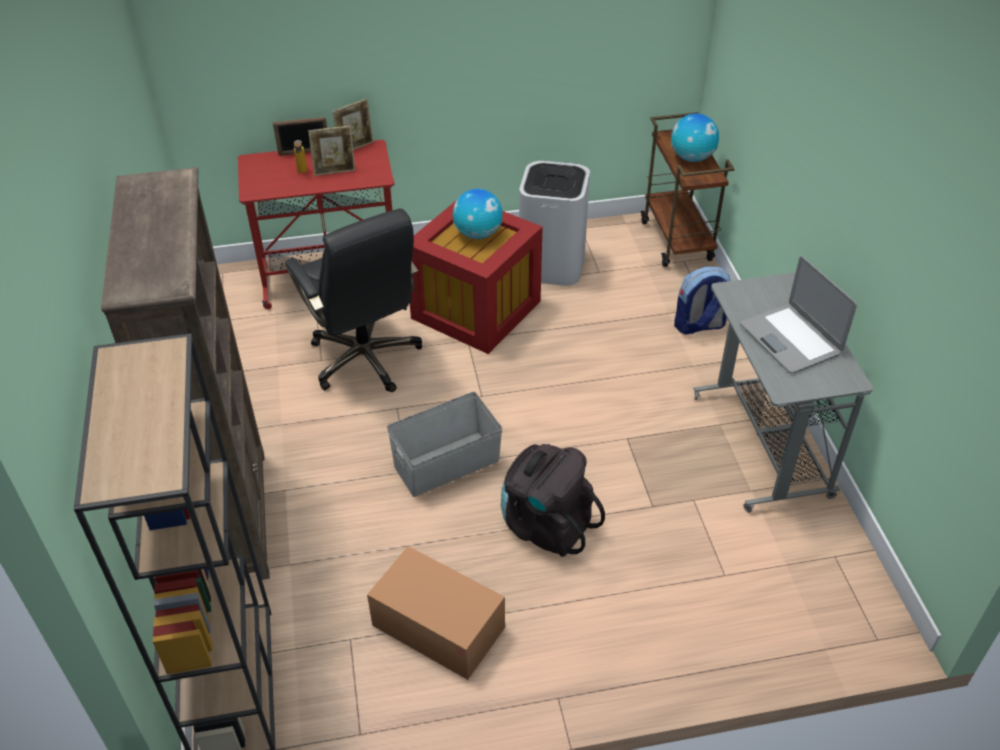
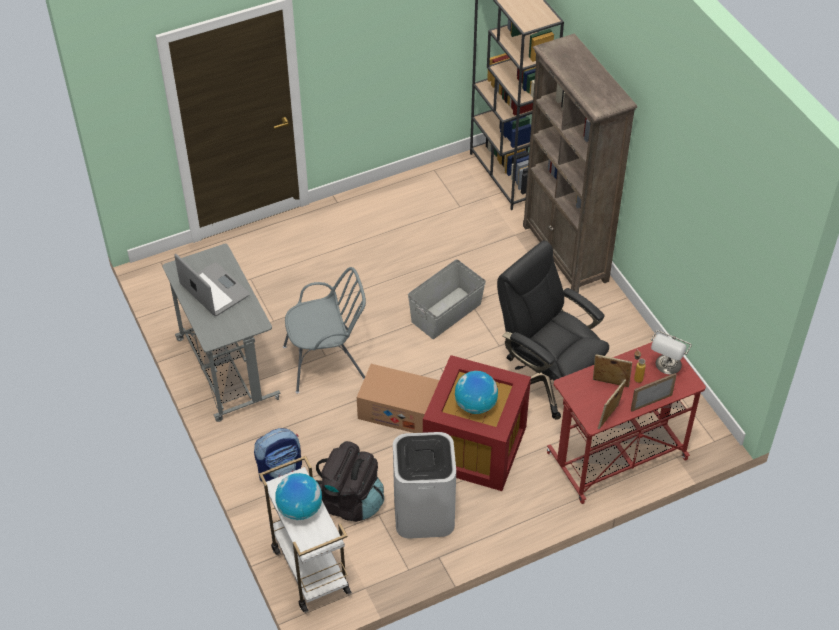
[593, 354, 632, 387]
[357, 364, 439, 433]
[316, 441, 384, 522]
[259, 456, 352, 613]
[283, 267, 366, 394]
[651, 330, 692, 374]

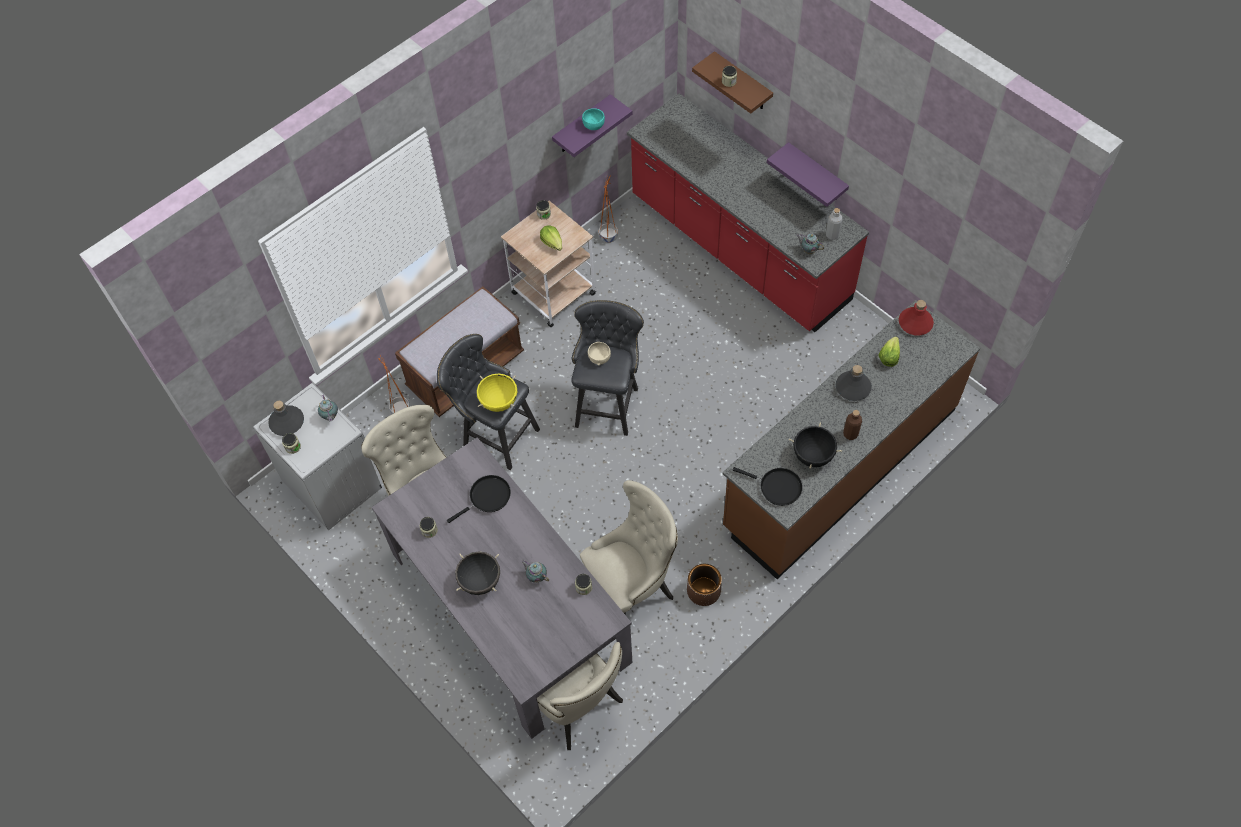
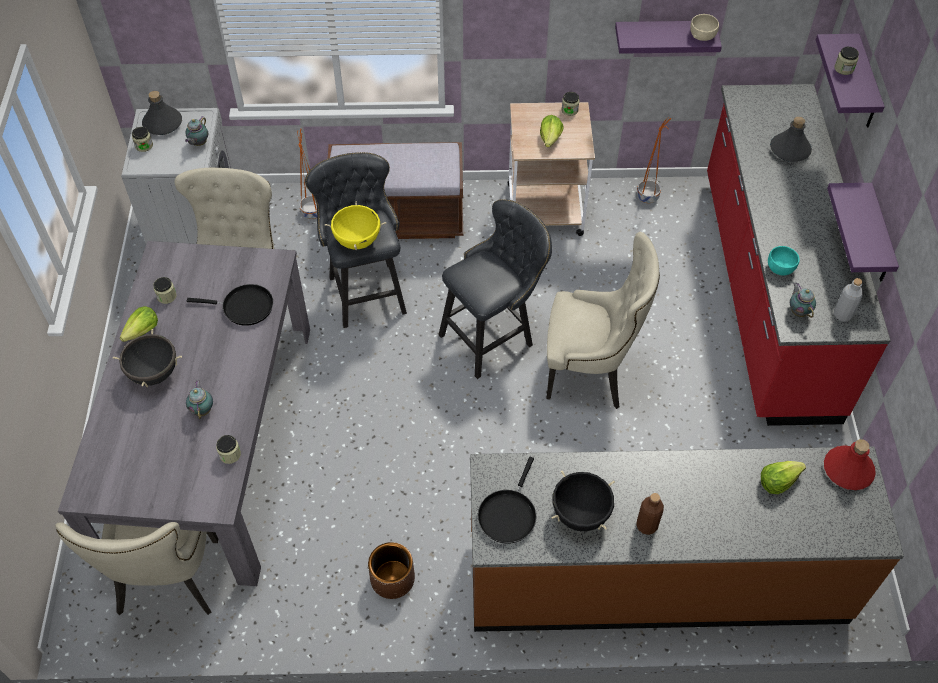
[546, 232, 660, 409]
[768, 246, 800, 275]
[690, 14, 719, 41]
[816, 34, 885, 127]
[478, 457, 536, 544]
[770, 117, 812, 162]
[120, 306, 158, 342]

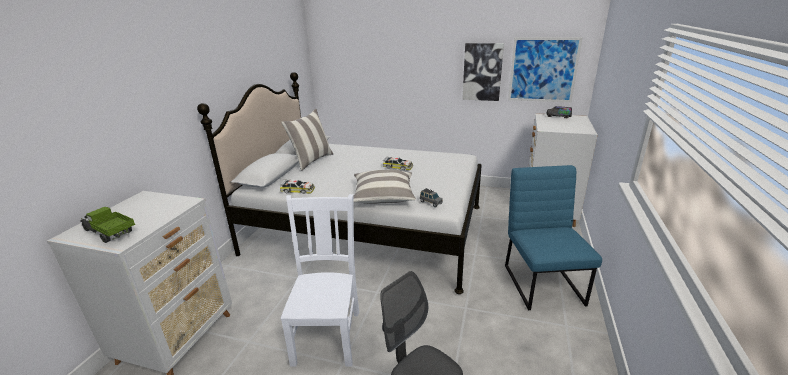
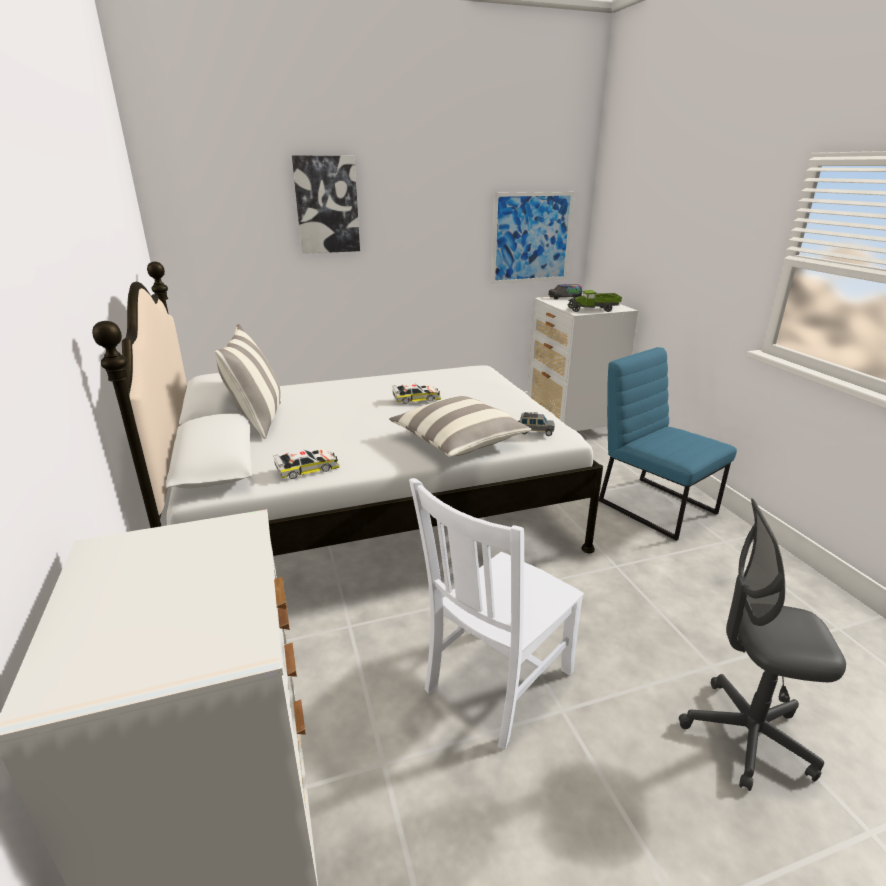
[568, 290, 622, 312]
[409, 478, 584, 750]
[292, 156, 360, 254]

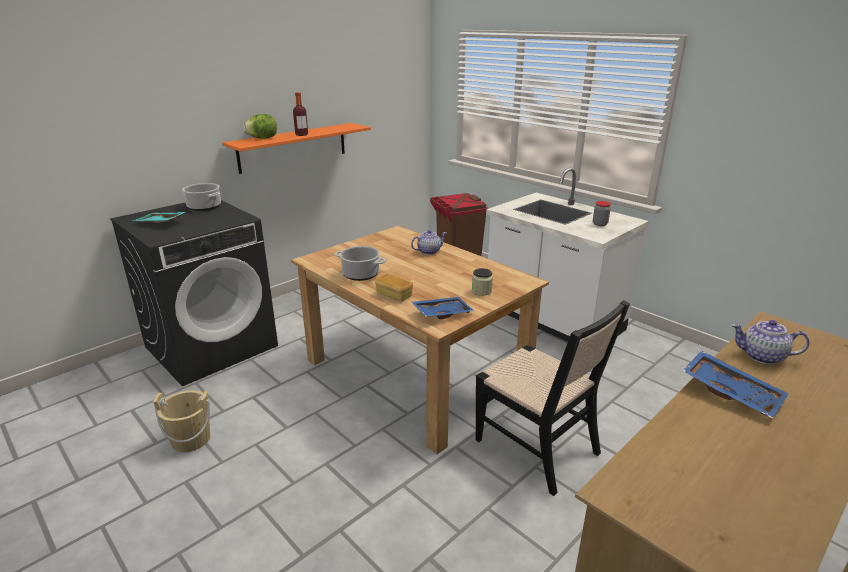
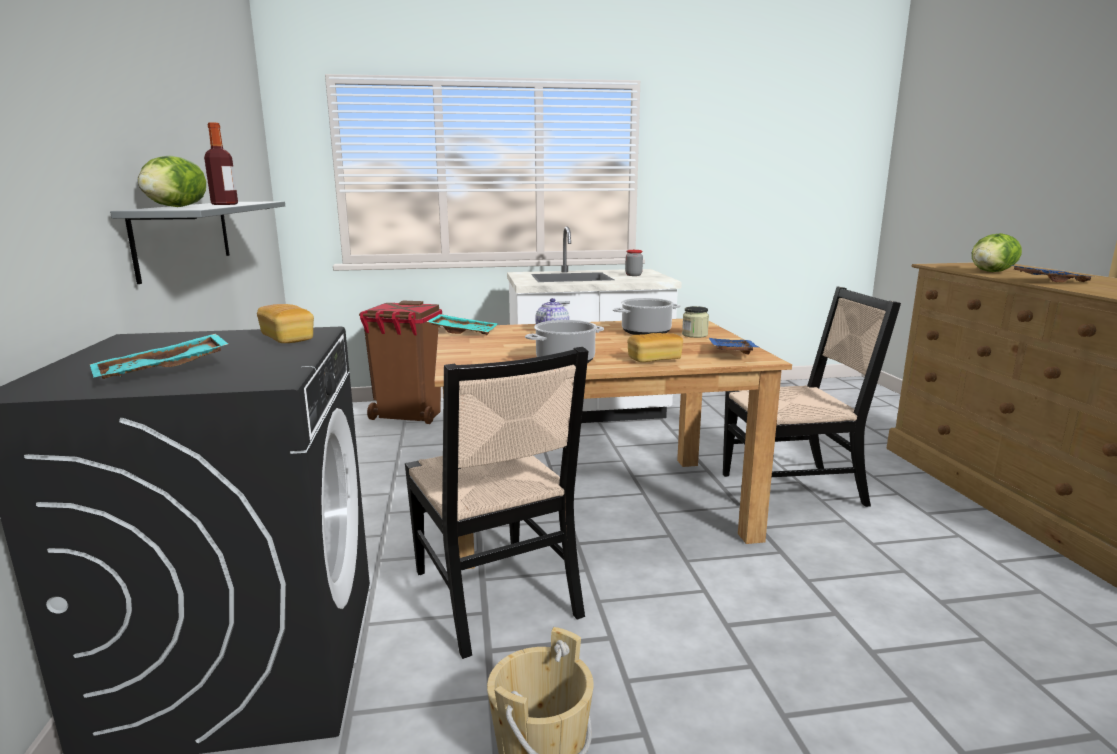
[613, 298, 681, 335]
[110, 201, 285, 284]
[972, 233, 1022, 272]
[257, 304, 314, 343]
[405, 347, 589, 659]
[427, 314, 498, 335]

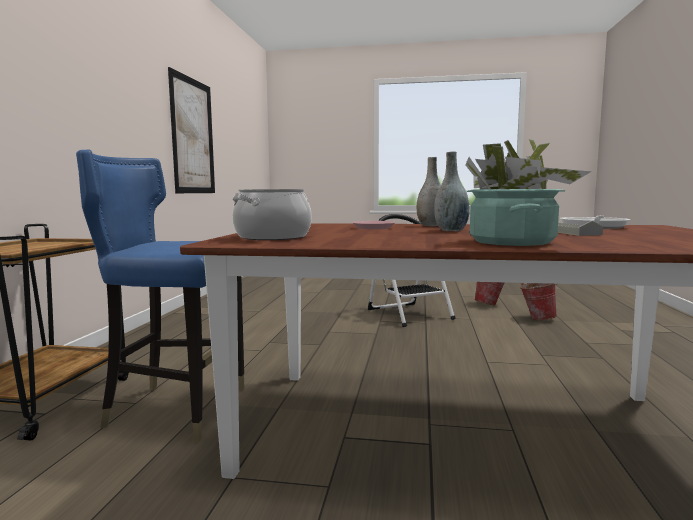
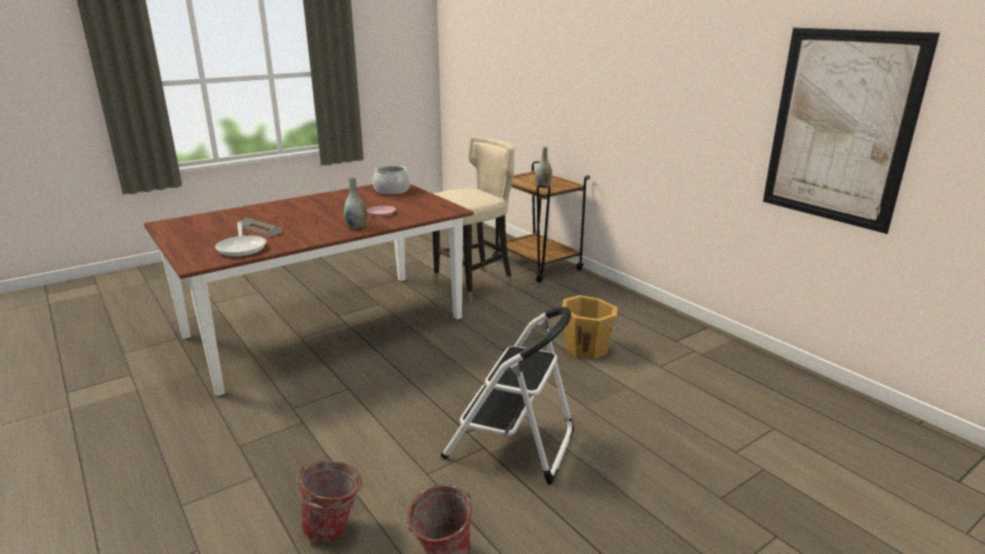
[432, 137, 515, 302]
[535, 147, 552, 186]
[465, 139, 592, 246] (first image)
[562, 295, 619, 359]

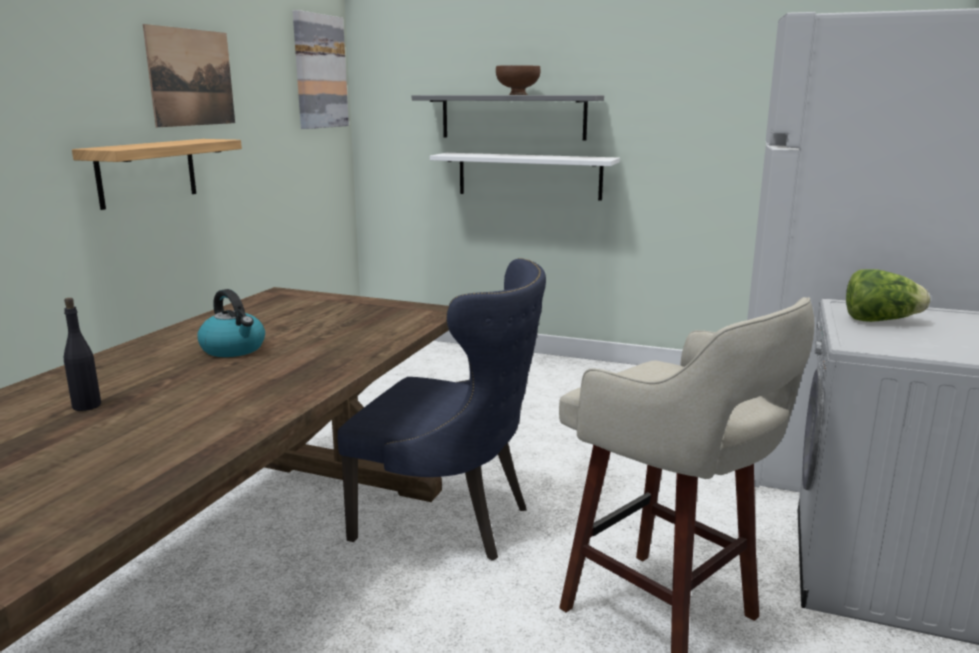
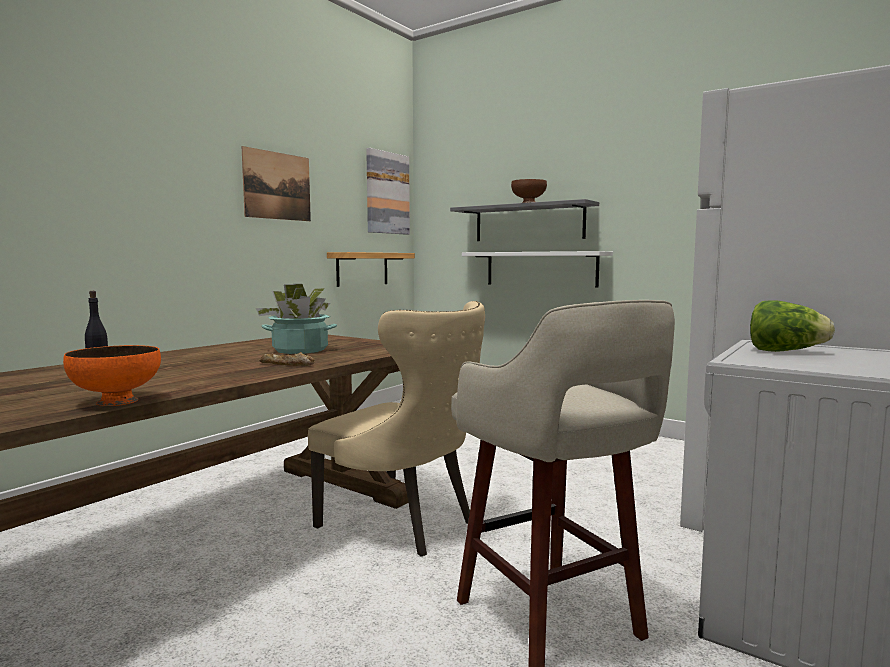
[327, 252, 415, 287]
[197, 289, 265, 357] (first image)
[308, 301, 485, 556]
[63, 345, 161, 406]
[256, 284, 337, 354]
[259, 352, 314, 366]

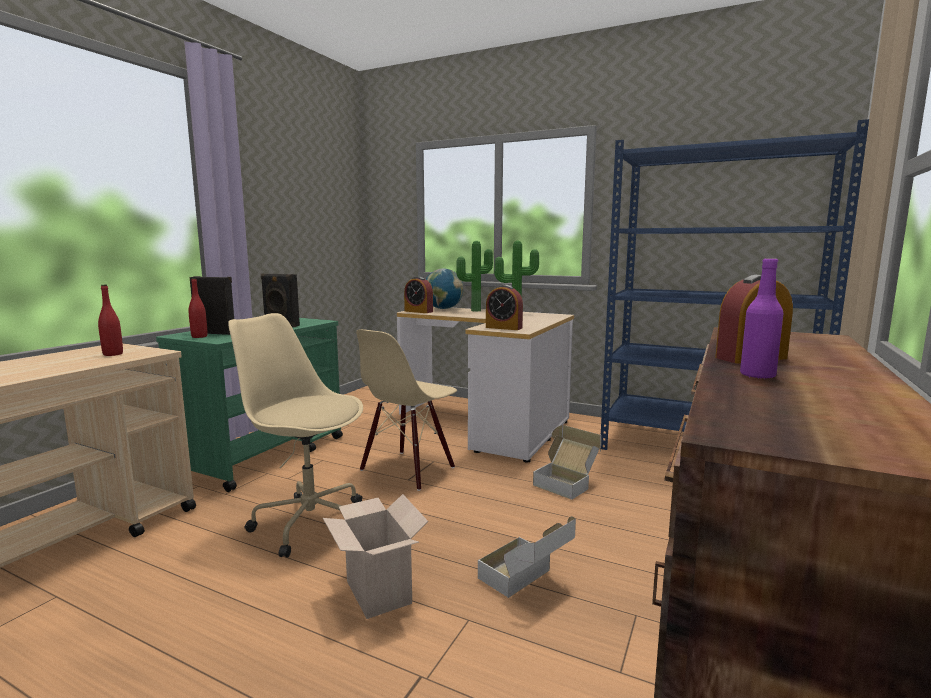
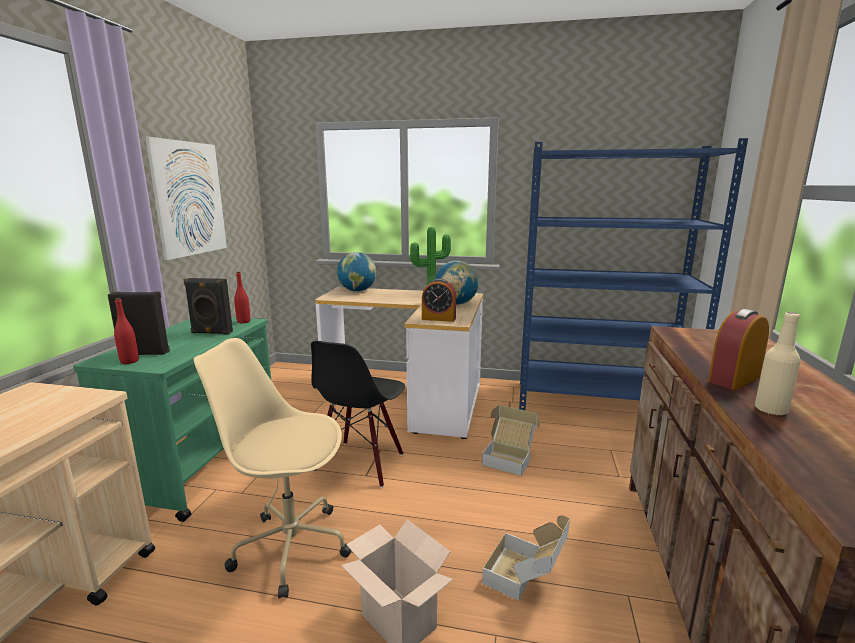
[234, 272, 250, 323]
[311, 341, 405, 488]
[404, 277, 433, 313] (first image)
[456, 241, 493, 311] (first image)
[755, 312, 801, 416]
[145, 137, 227, 260]
[435, 261, 479, 305]

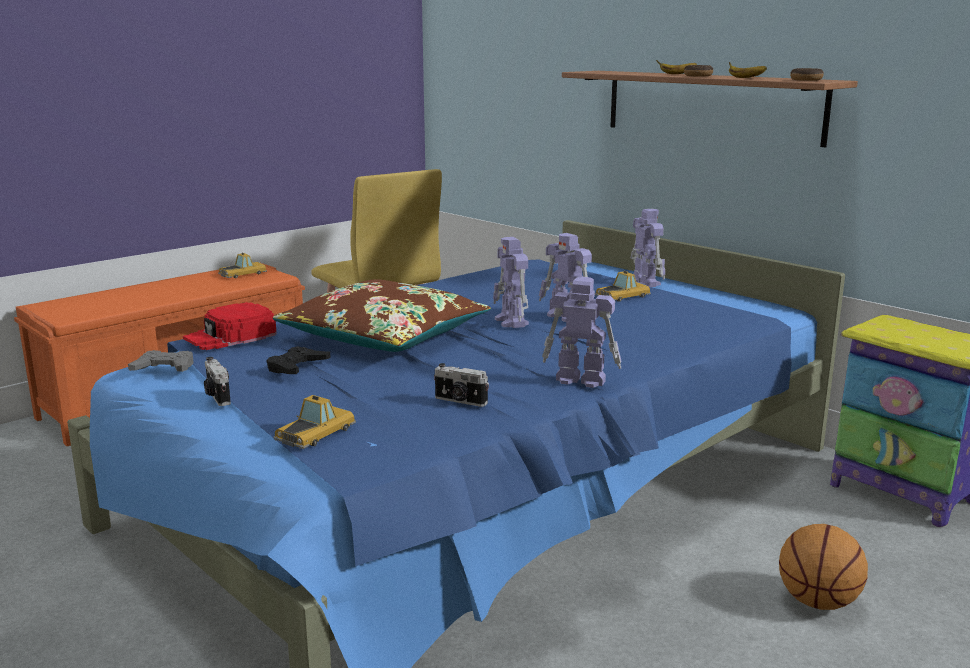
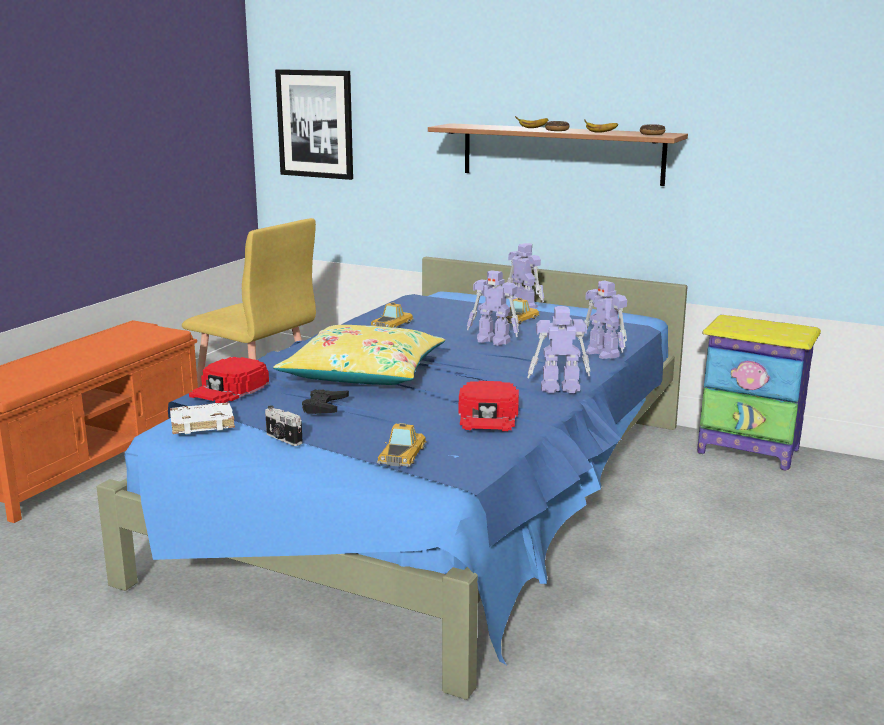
[170, 402, 235, 434]
[370, 302, 414, 328]
[273, 325, 445, 385]
[458, 381, 519, 431]
[578, 280, 627, 359]
[779, 524, 868, 610] (first image)
[275, 69, 353, 180]

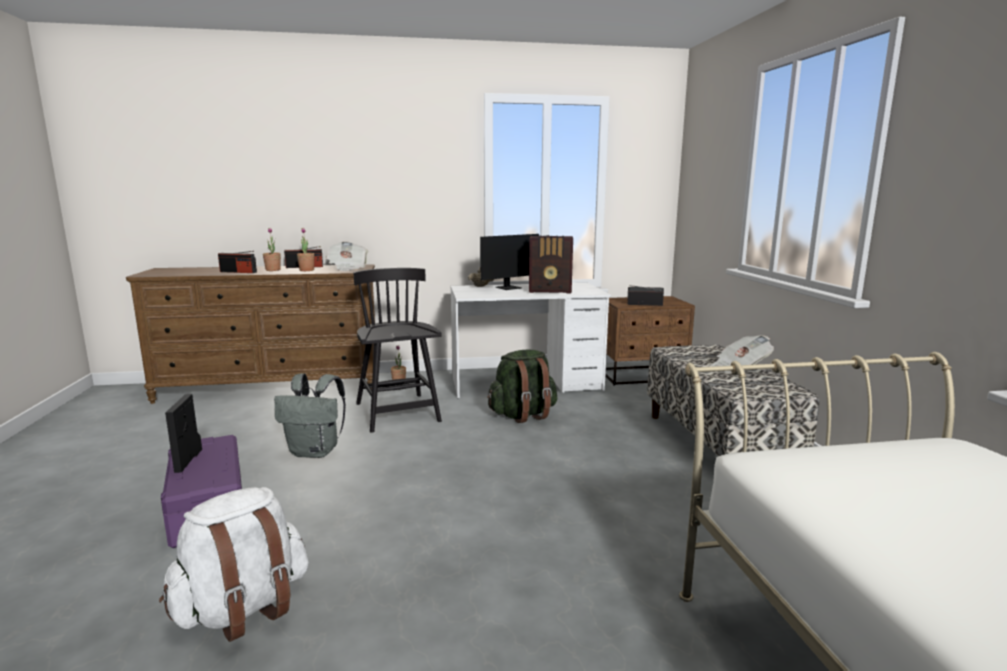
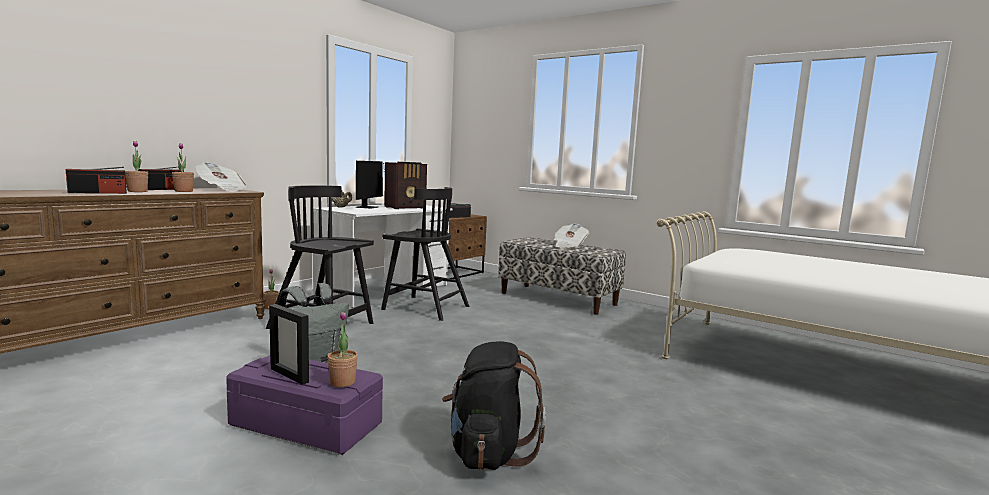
[442, 341, 546, 470]
[381, 187, 469, 321]
[327, 312, 358, 387]

